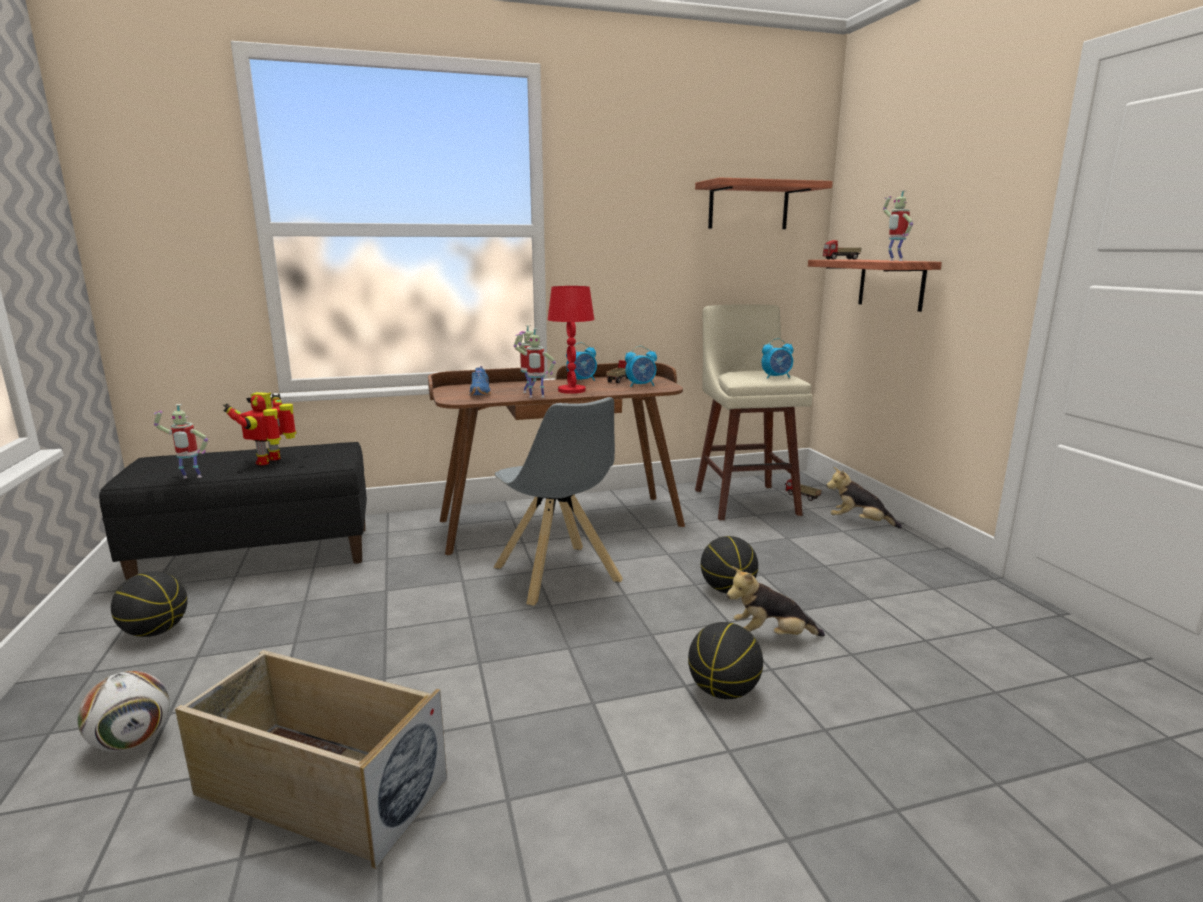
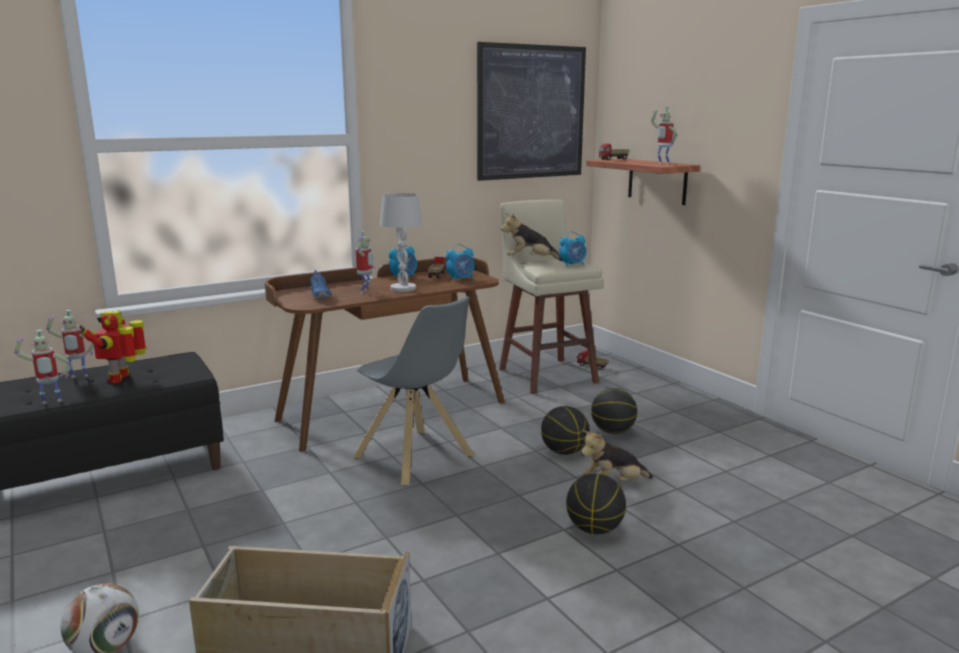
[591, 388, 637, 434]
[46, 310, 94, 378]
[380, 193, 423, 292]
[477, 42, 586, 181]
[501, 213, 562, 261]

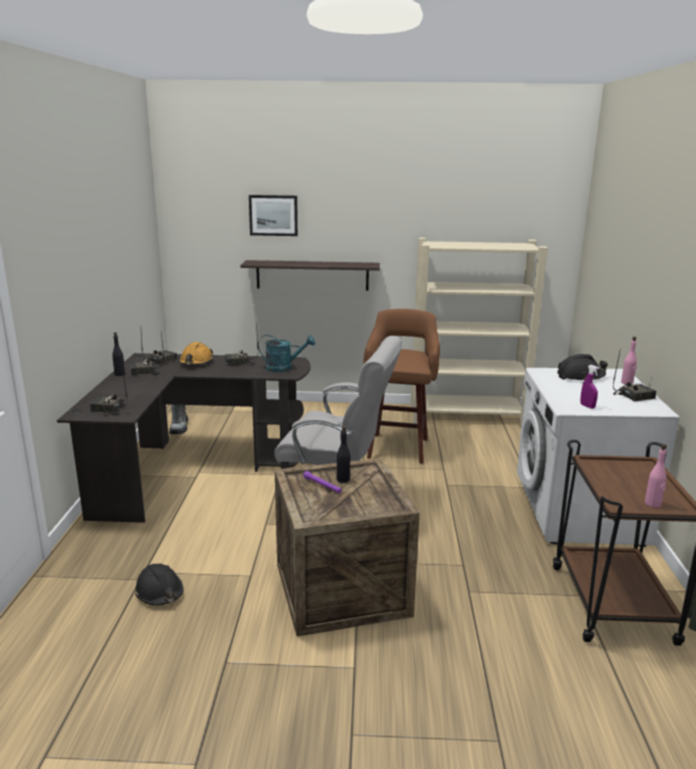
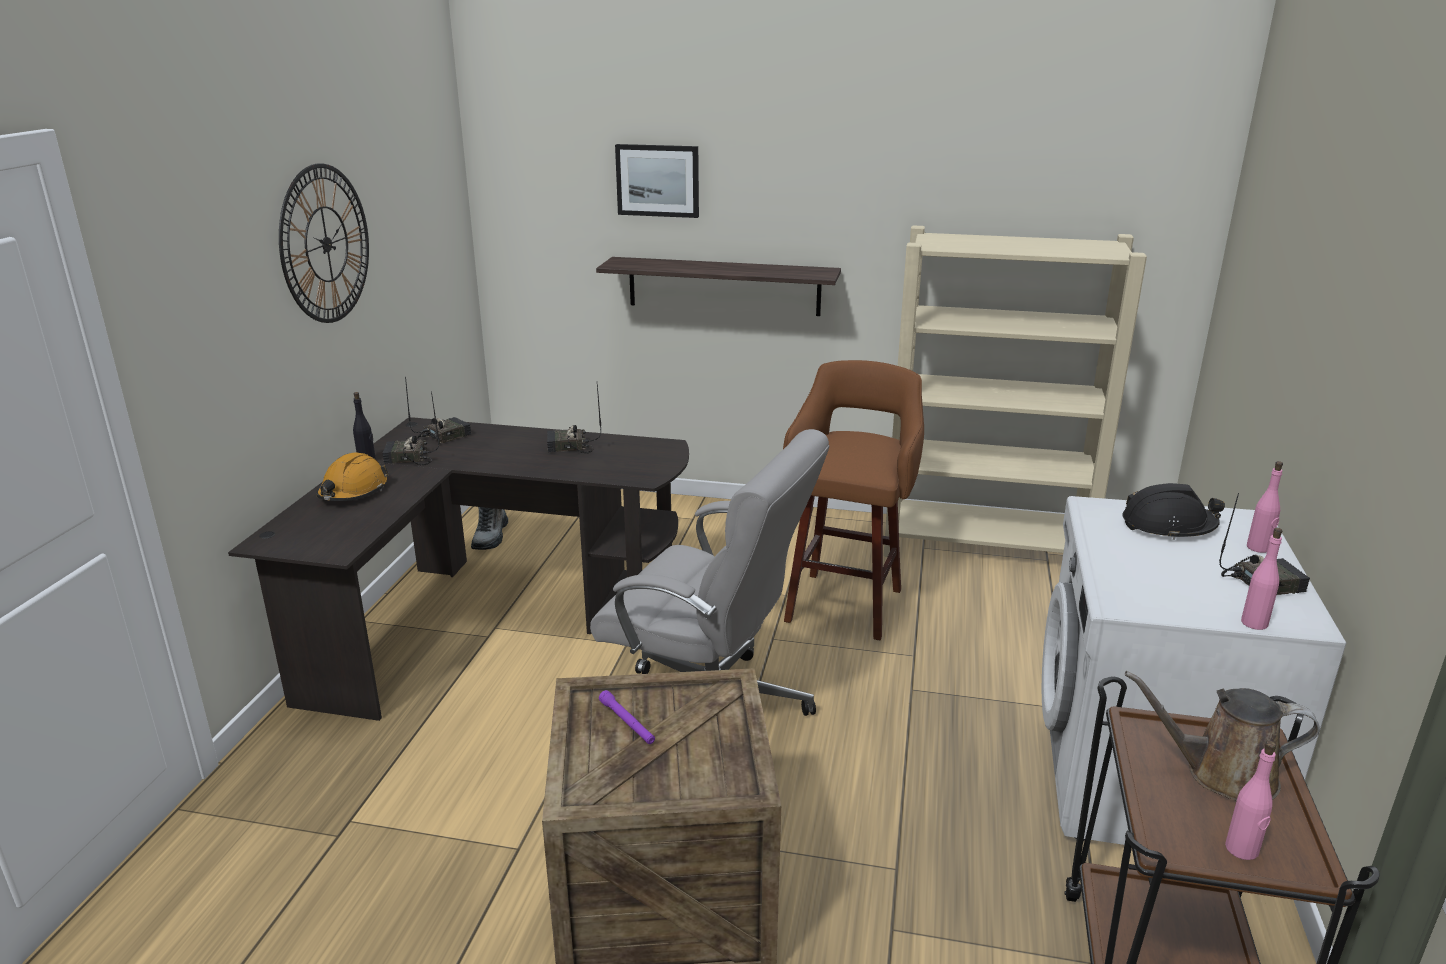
[90, 369, 127, 416] (first image)
[135, 564, 184, 606] (first image)
[316, 453, 389, 501]
[258, 335, 315, 372] (first image)
[337, 426, 350, 483] (first image)
[580, 365, 600, 409] (first image)
[279, 163, 369, 323]
[1125, 671, 1320, 801]
[1241, 528, 1282, 630]

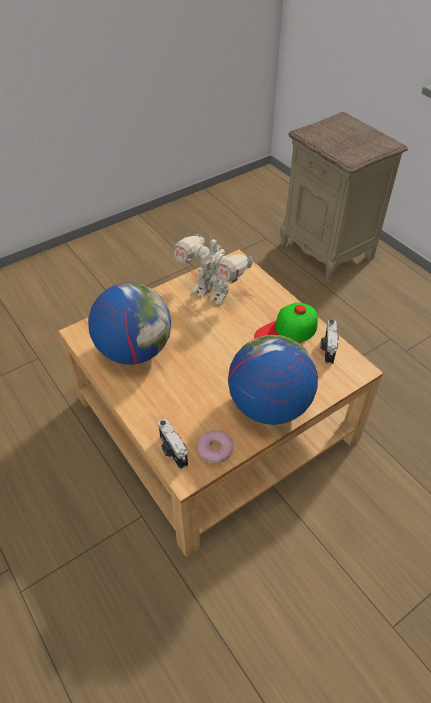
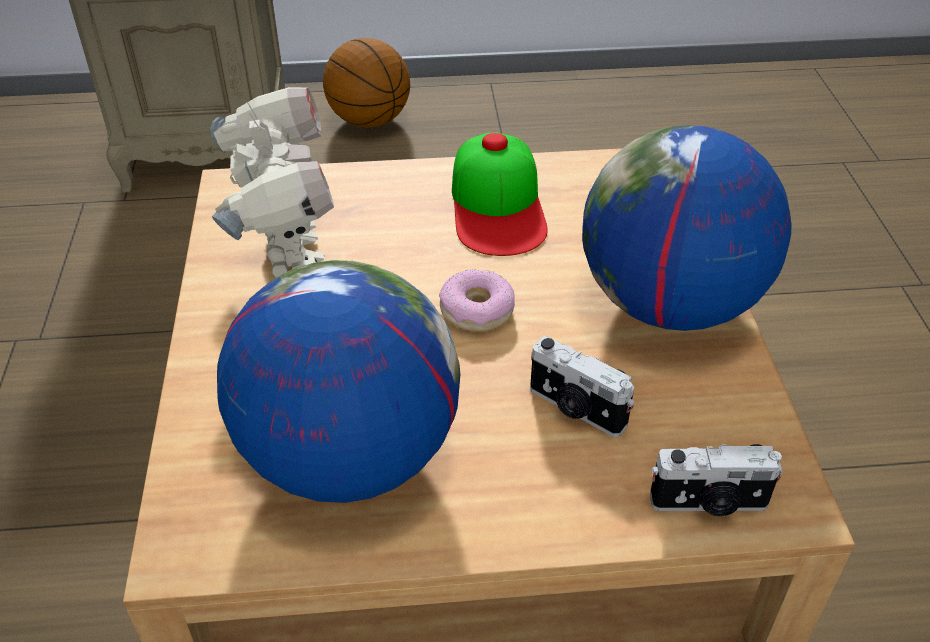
[210, 87, 334, 278]
[439, 269, 515, 332]
[530, 336, 634, 437]
[323, 38, 410, 127]

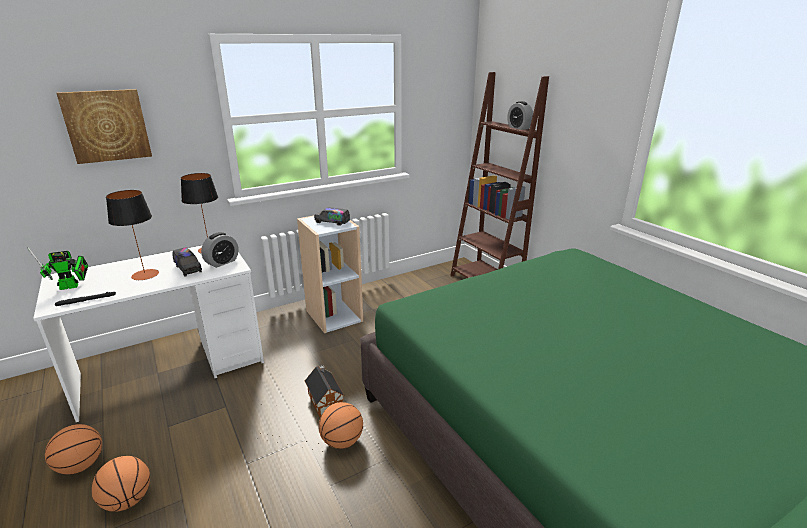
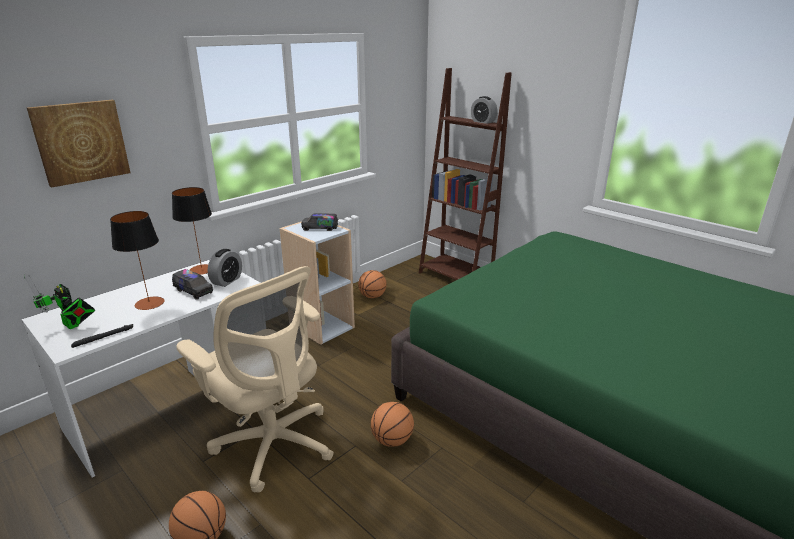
[24, 274, 95, 329]
[358, 270, 387, 298]
[305, 365, 345, 417] (first image)
[176, 266, 334, 492]

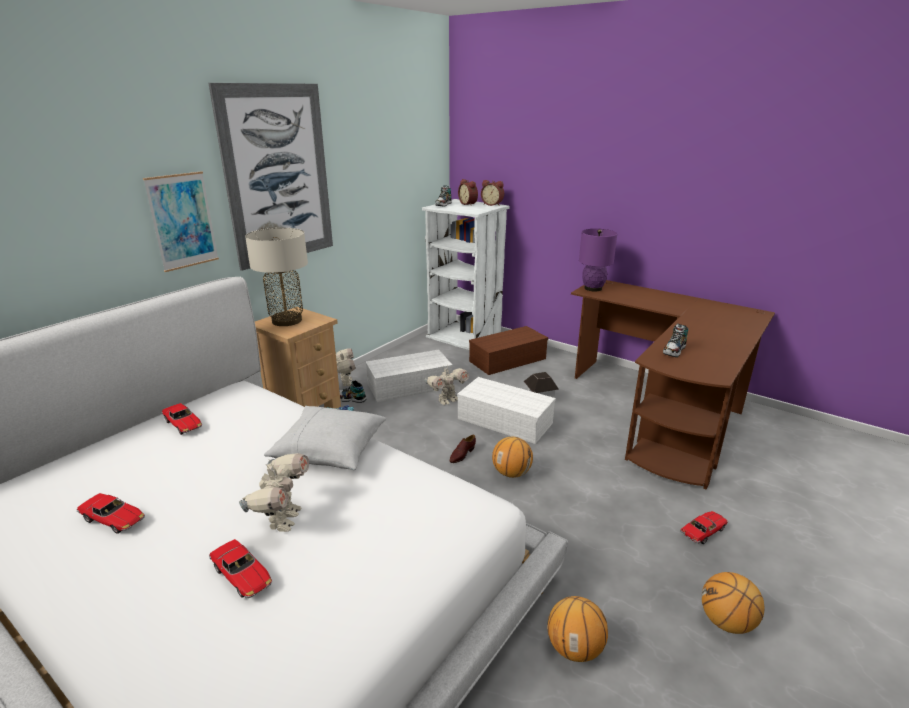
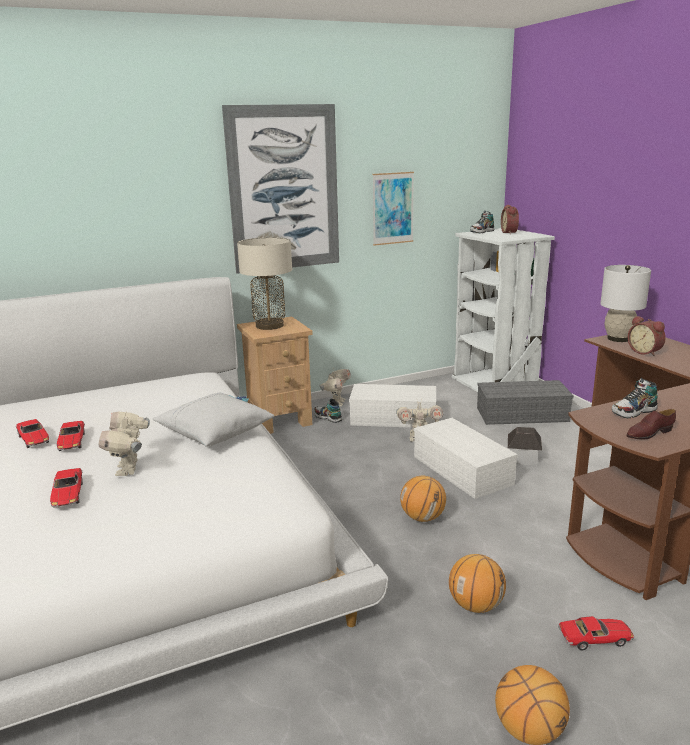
[372, 172, 414, 246]
[57, 421, 85, 451]
[99, 410, 150, 476]
[626, 409, 676, 439]
[477, 380, 574, 425]
[628, 316, 666, 356]
[449, 554, 506, 613]
[600, 265, 651, 342]

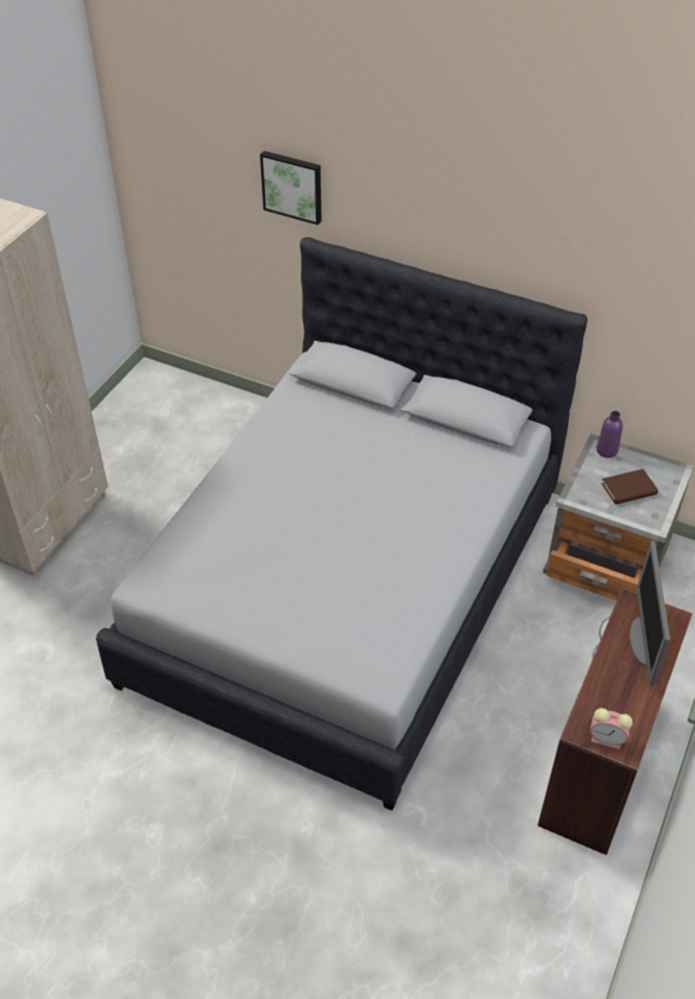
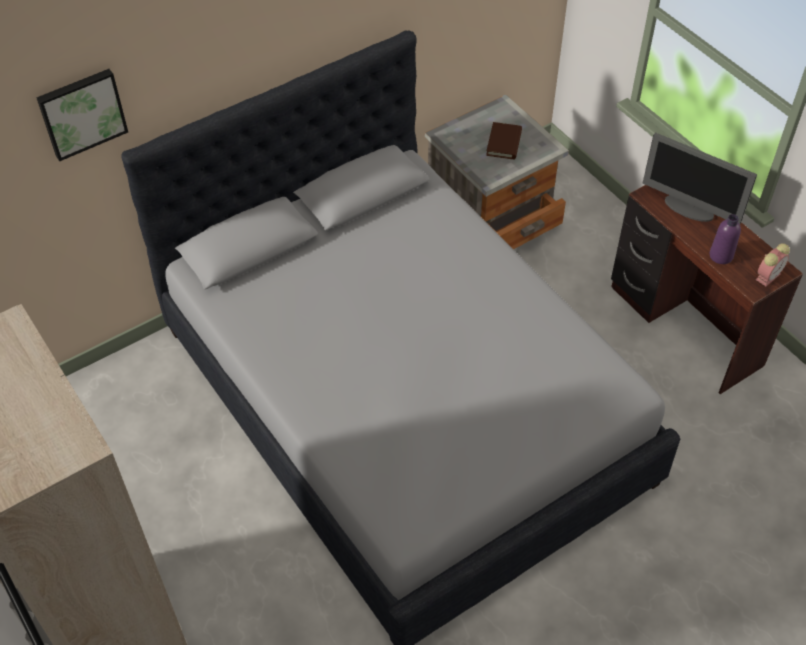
[710, 214, 741, 264]

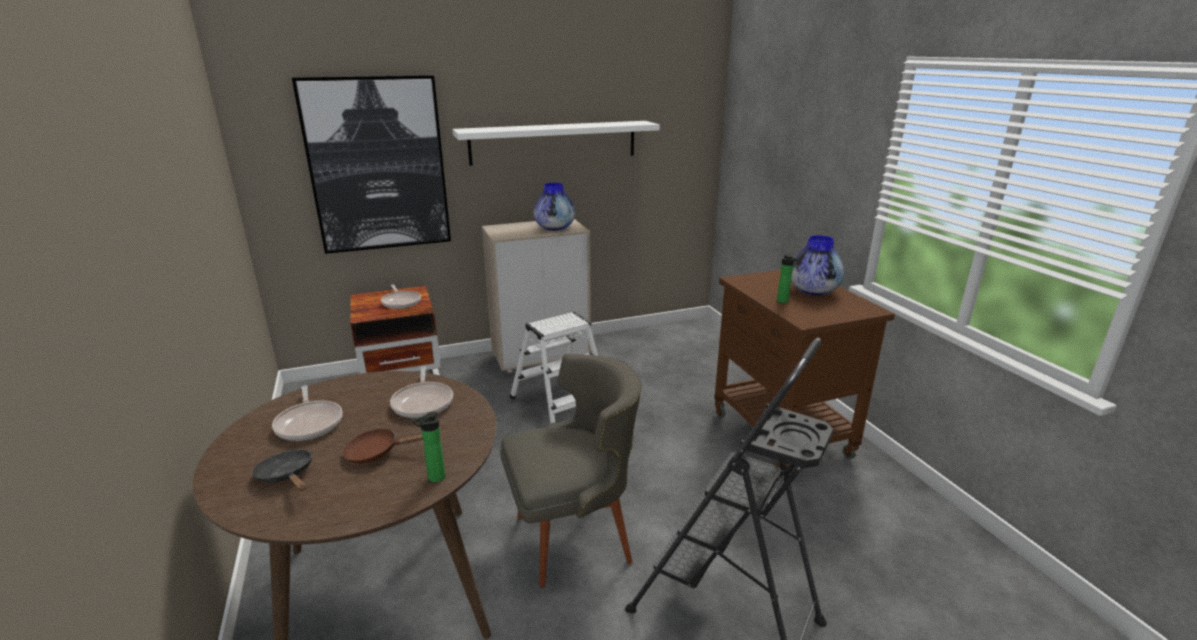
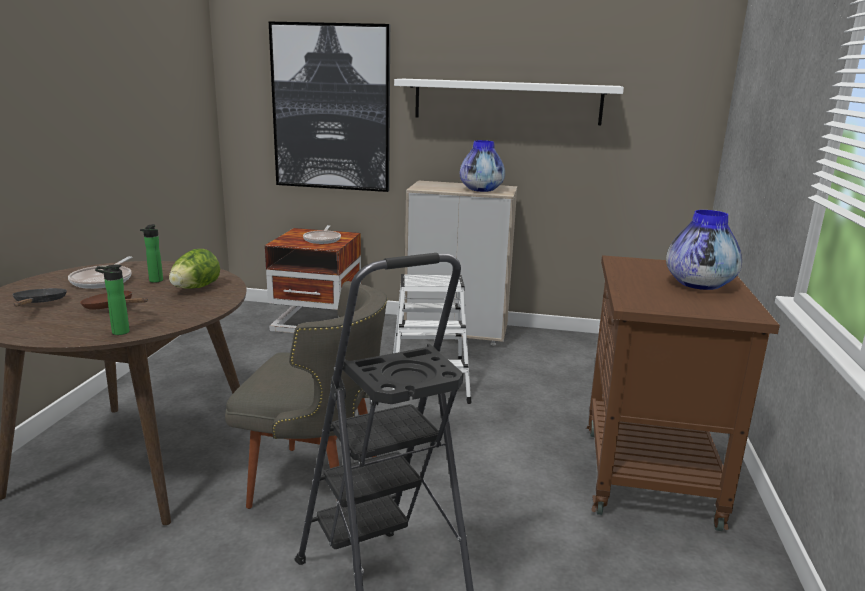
[169, 249, 220, 288]
[140, 224, 163, 283]

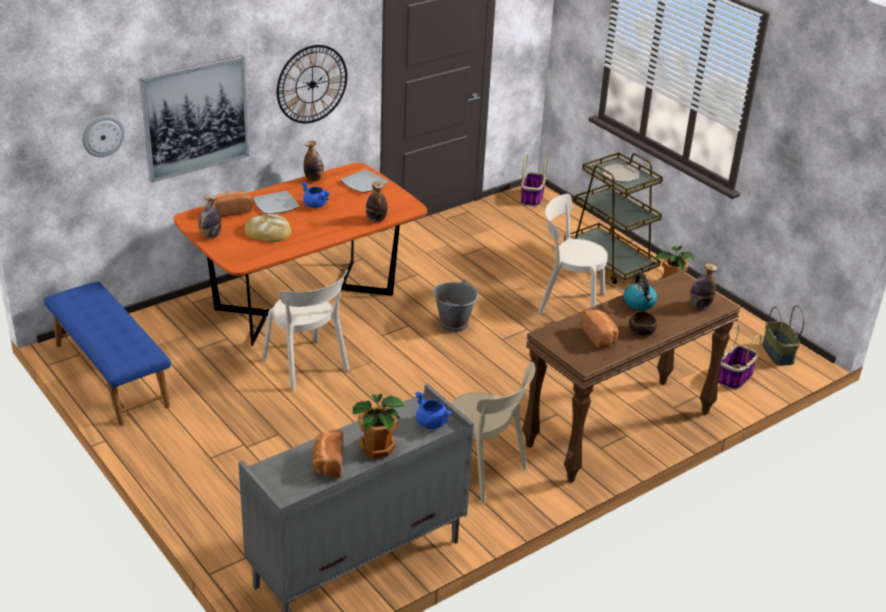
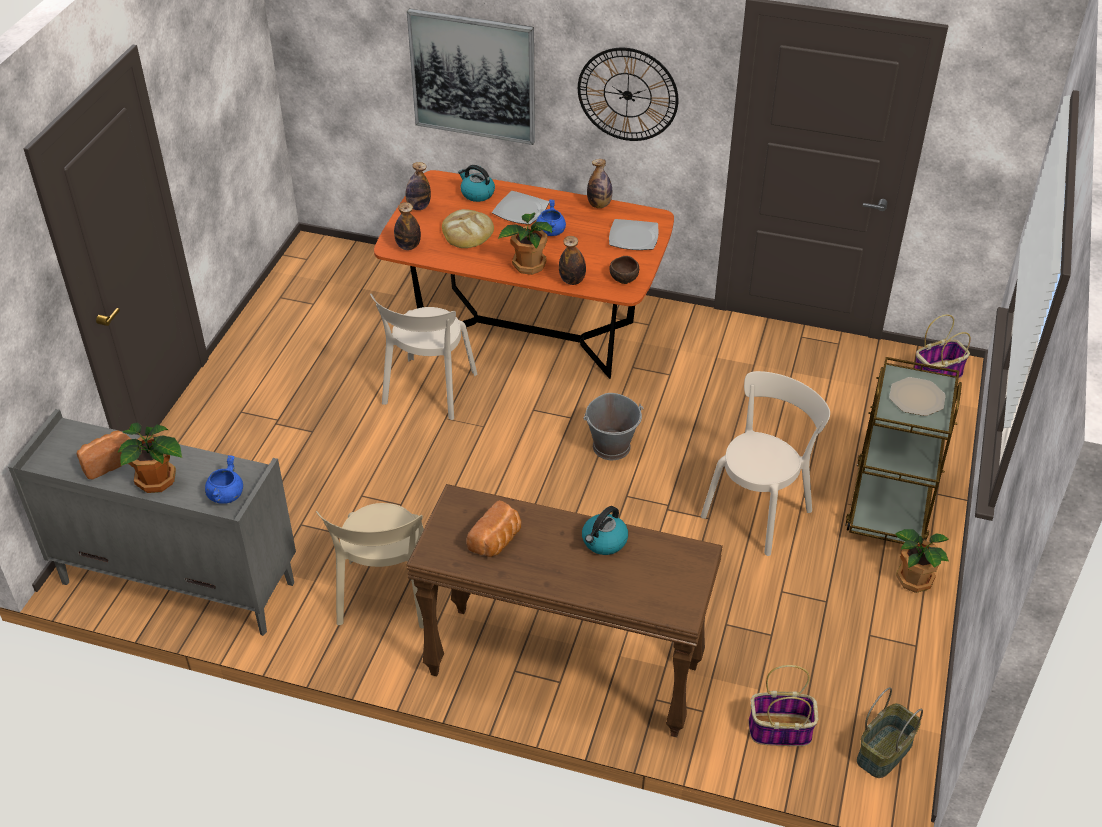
[44, 281, 171, 426] (first image)
[82, 115, 125, 157] (first image)
[458, 165, 495, 202]
[701, 371, 830, 556]
[609, 256, 639, 284]
[394, 202, 421, 250]
[498, 213, 552, 275]

